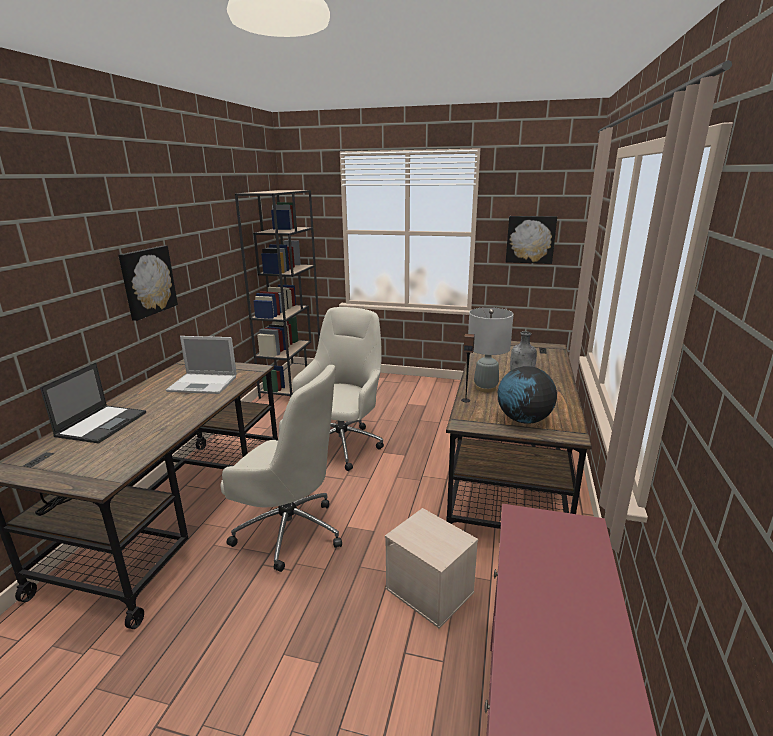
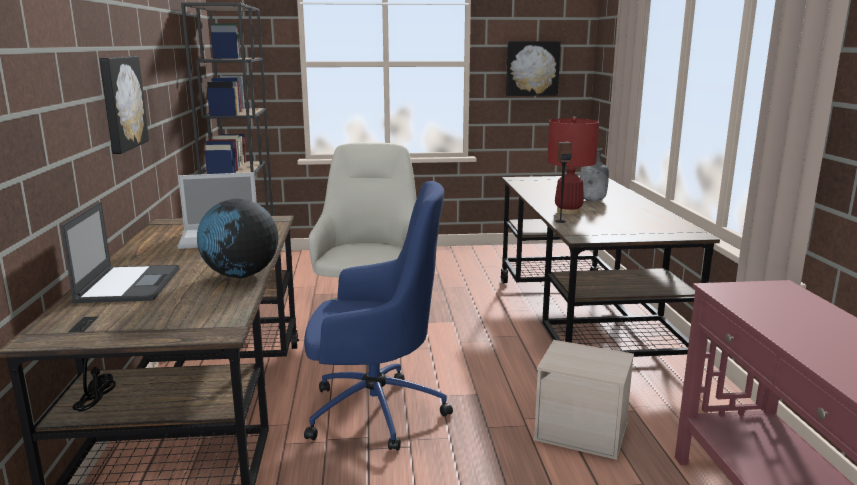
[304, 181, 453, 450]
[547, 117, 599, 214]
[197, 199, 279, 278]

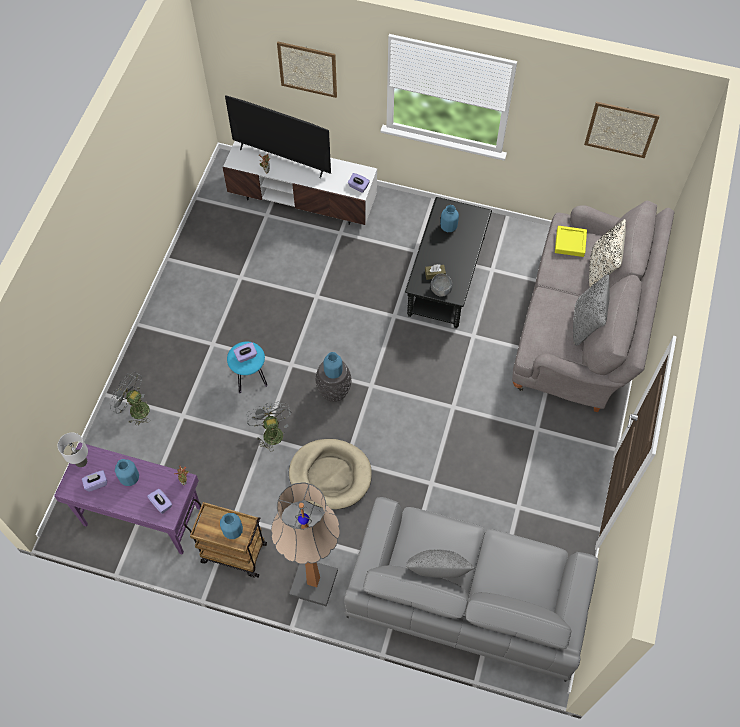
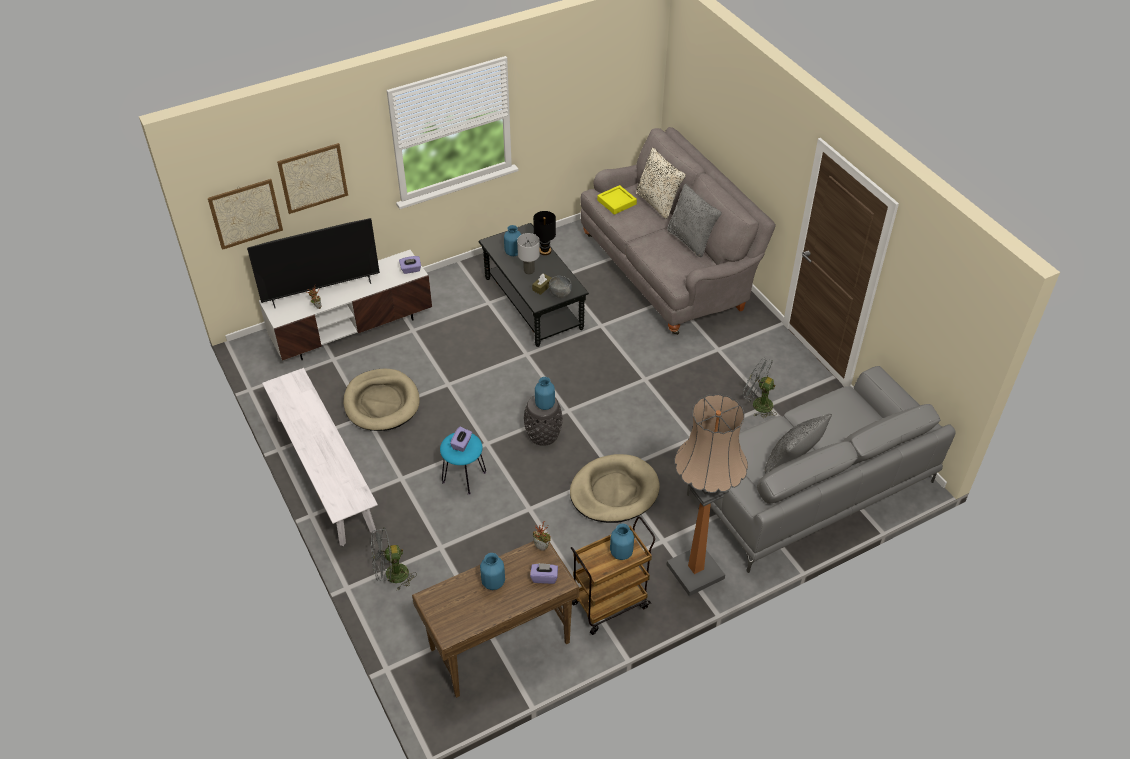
[412, 541, 579, 698]
[517, 233, 540, 274]
[82, 470, 107, 492] (first image)
[743, 358, 777, 418]
[208, 179, 283, 250]
[262, 368, 378, 546]
[343, 369, 420, 431]
[533, 211, 556, 255]

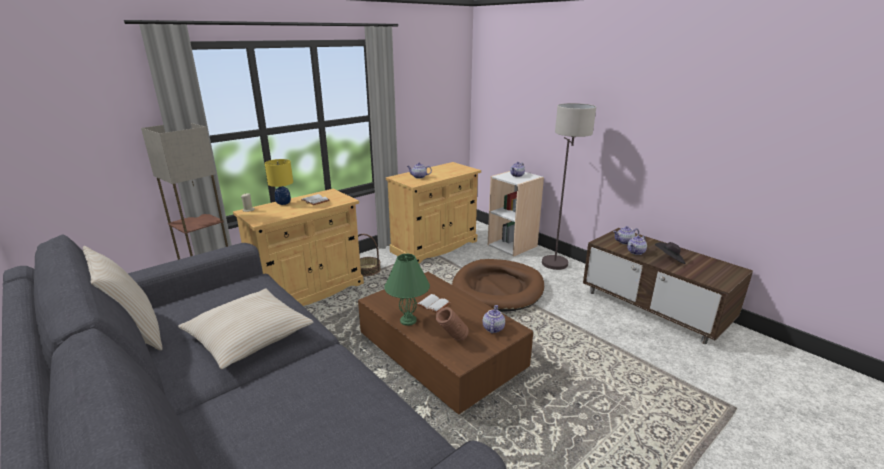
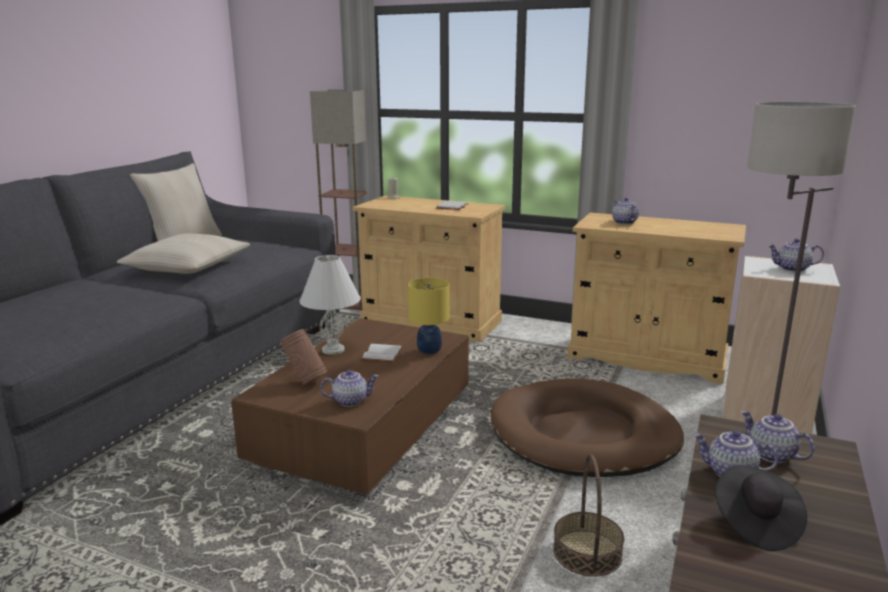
[408, 278, 449, 354]
[553, 454, 624, 577]
[299, 255, 361, 355]

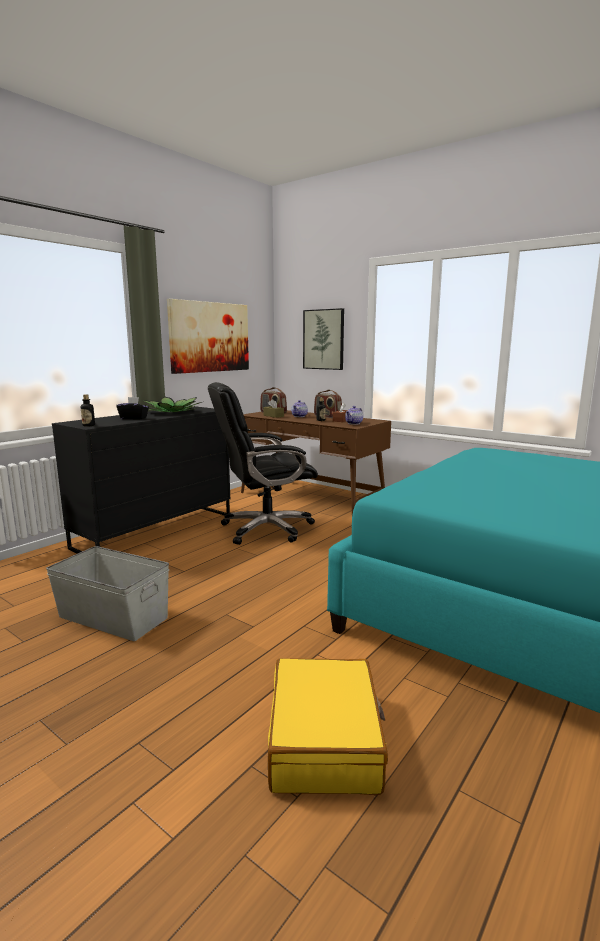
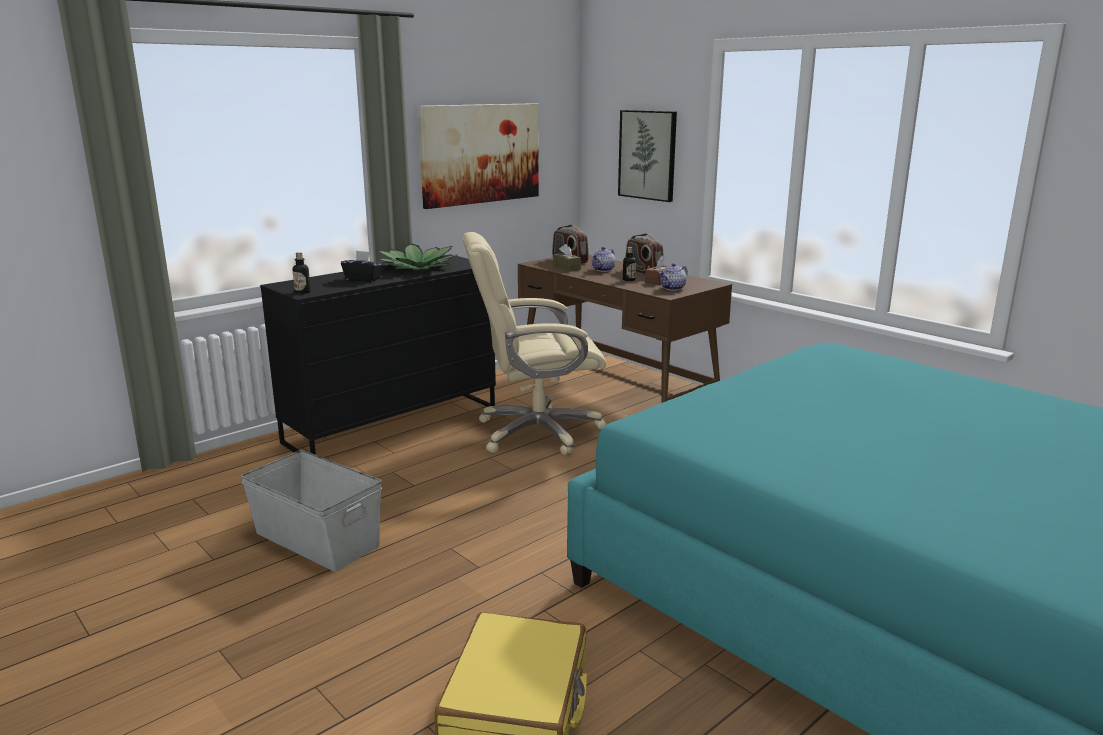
[462, 232, 606, 455]

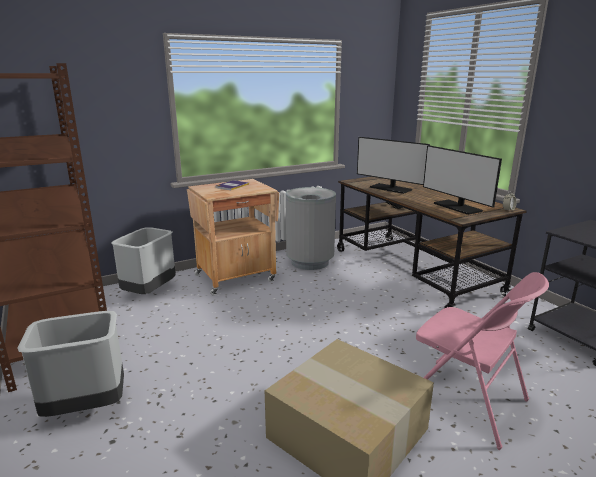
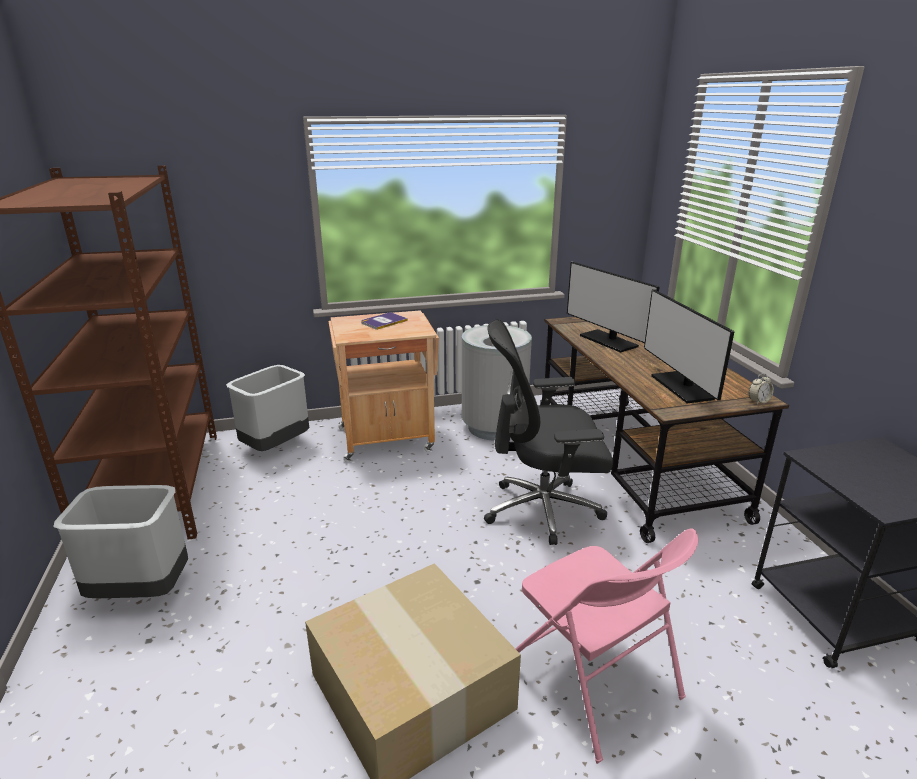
[484, 319, 613, 545]

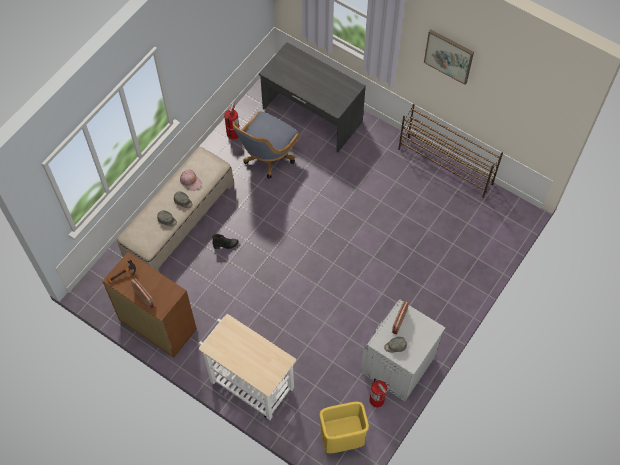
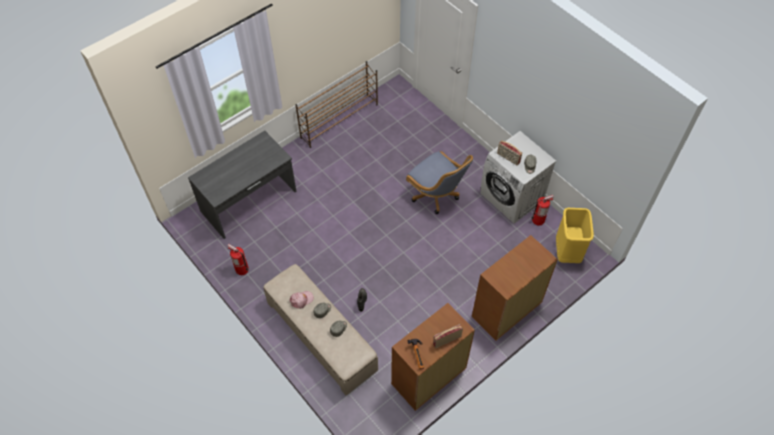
[472, 235, 558, 341]
[406, 151, 473, 214]
[424, 30, 474, 85] (first image)

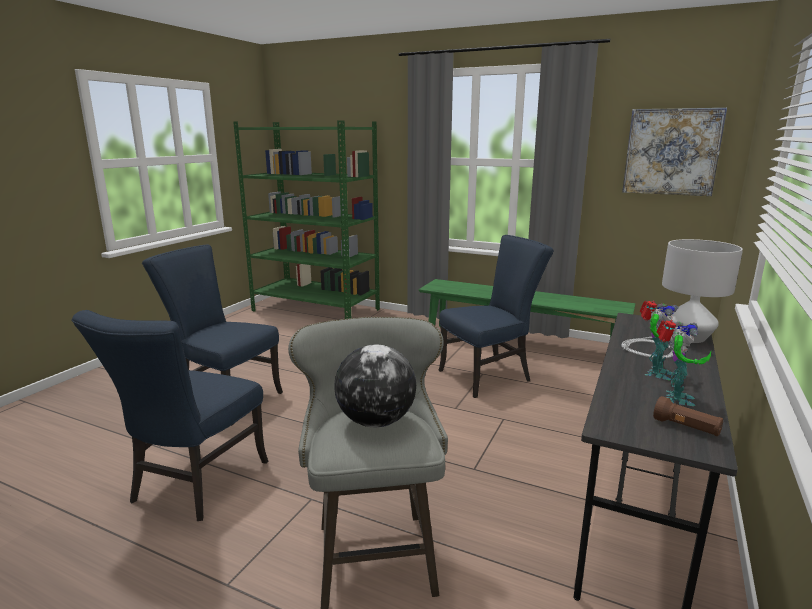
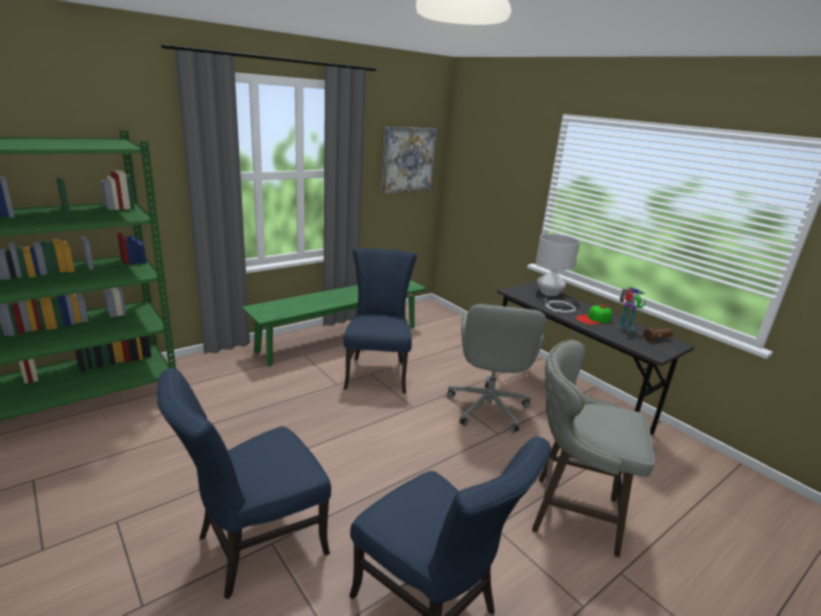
[334, 344, 416, 427] (first image)
[576, 305, 612, 325]
[447, 304, 546, 433]

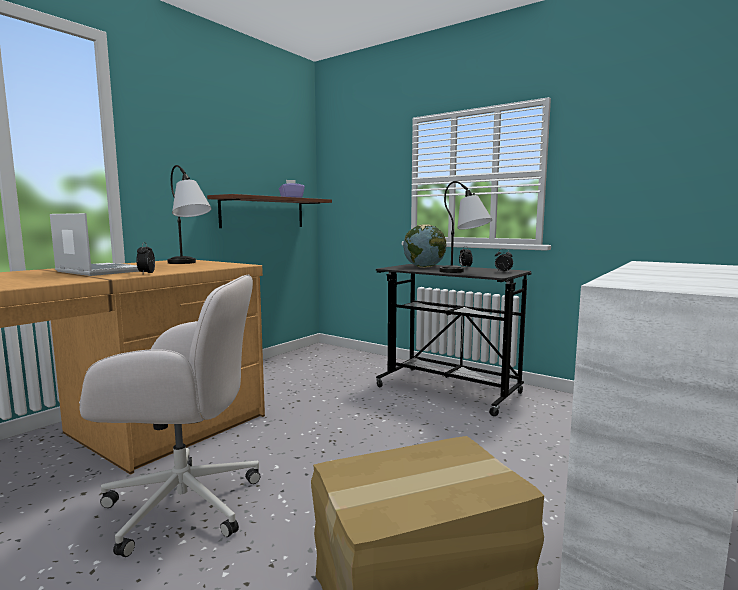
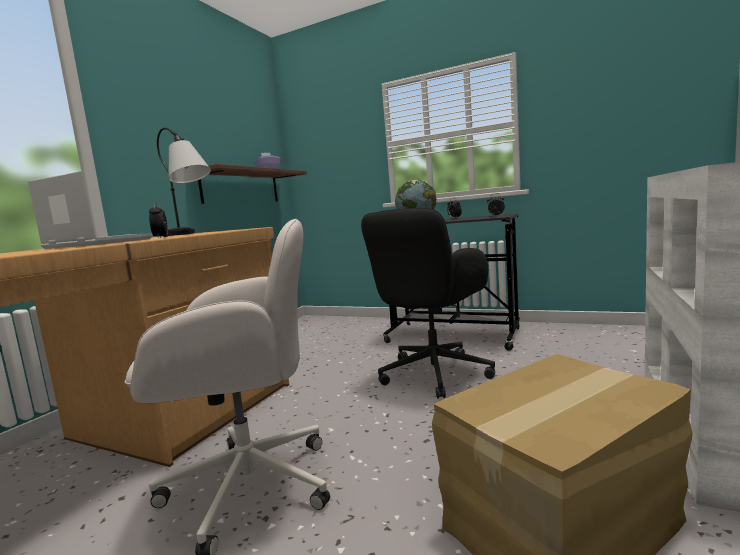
[439, 181, 493, 273] (first image)
[361, 208, 495, 399]

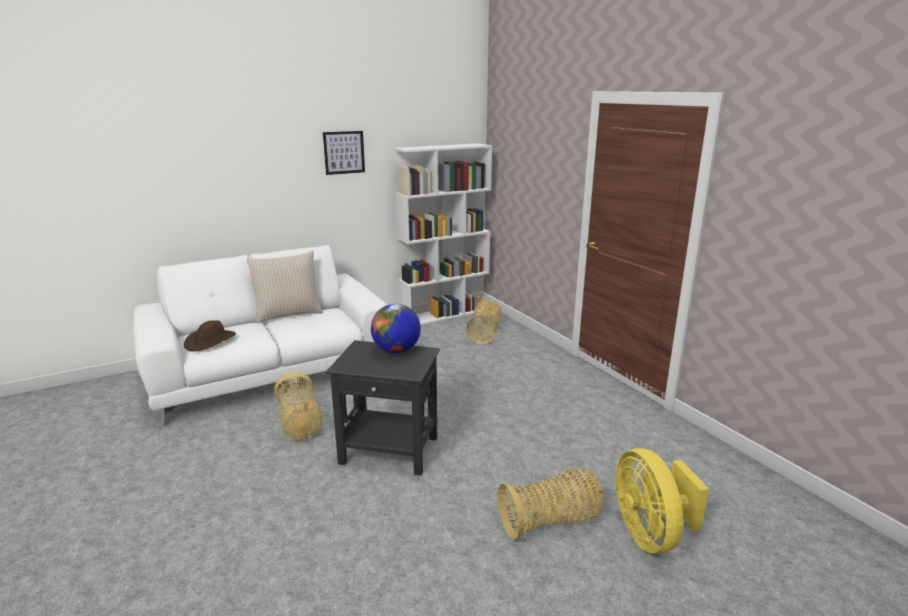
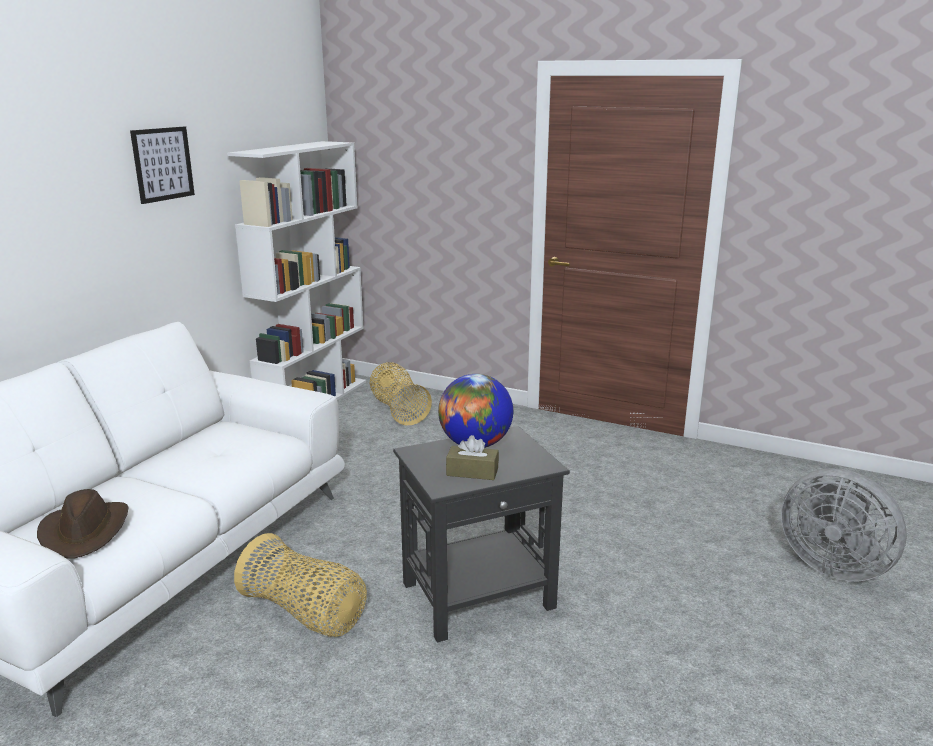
[247, 251, 323, 323] (first image)
[498, 469, 604, 540] (first image)
[781, 468, 907, 581]
[446, 435, 499, 480]

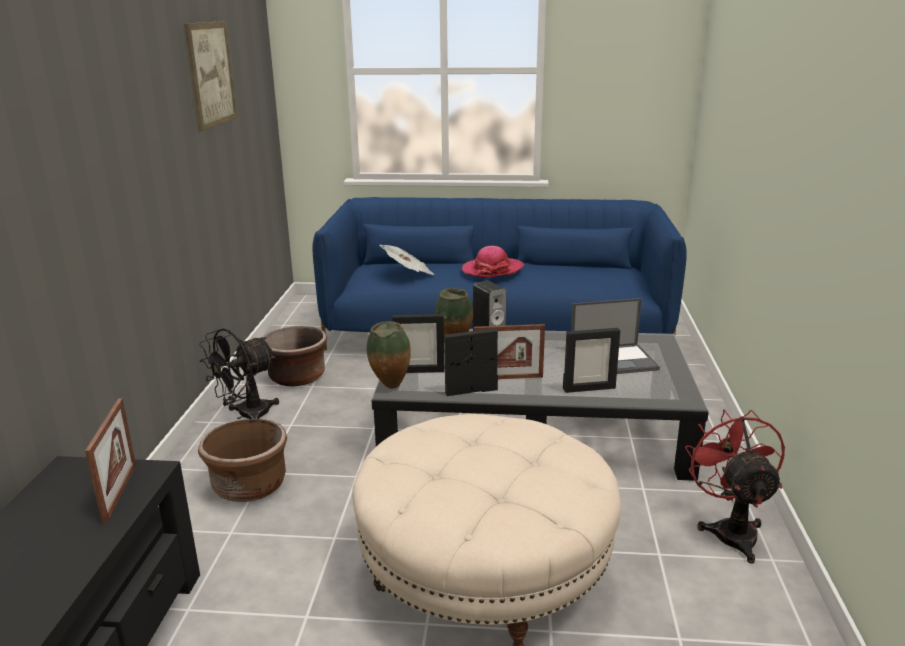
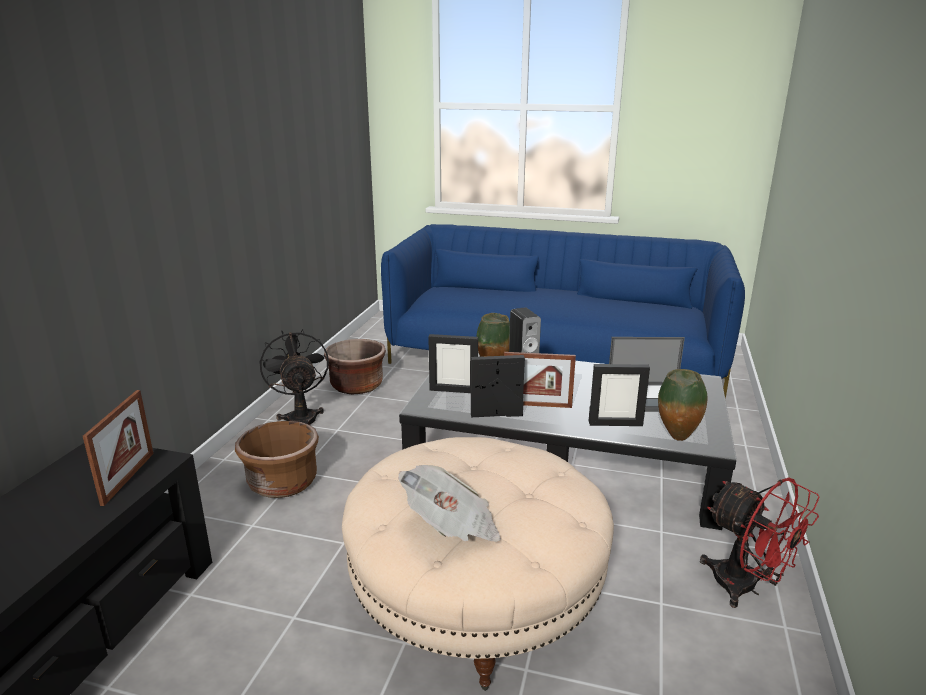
[184, 21, 238, 132] (first image)
[259, 329, 329, 425]
[658, 369, 707, 441]
[398, 465, 501, 542]
[462, 246, 524, 278] (first image)
[700, 478, 820, 608]

